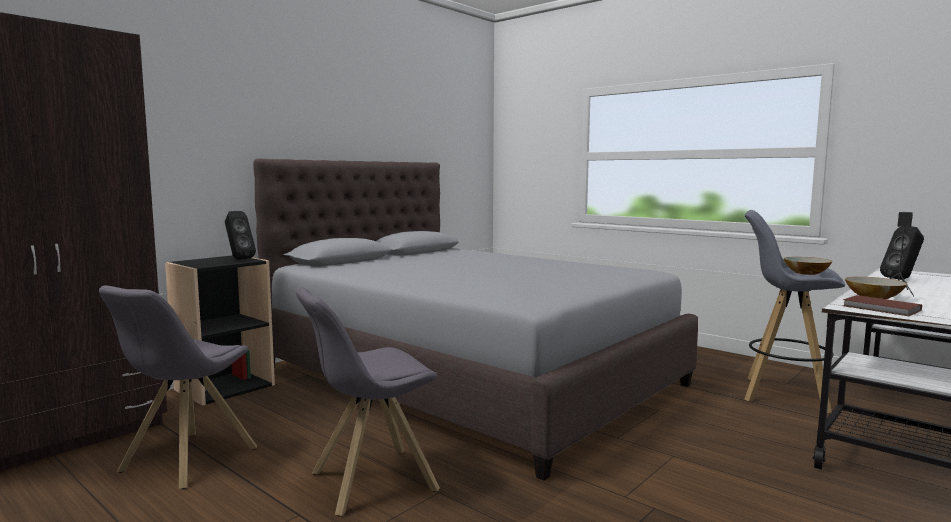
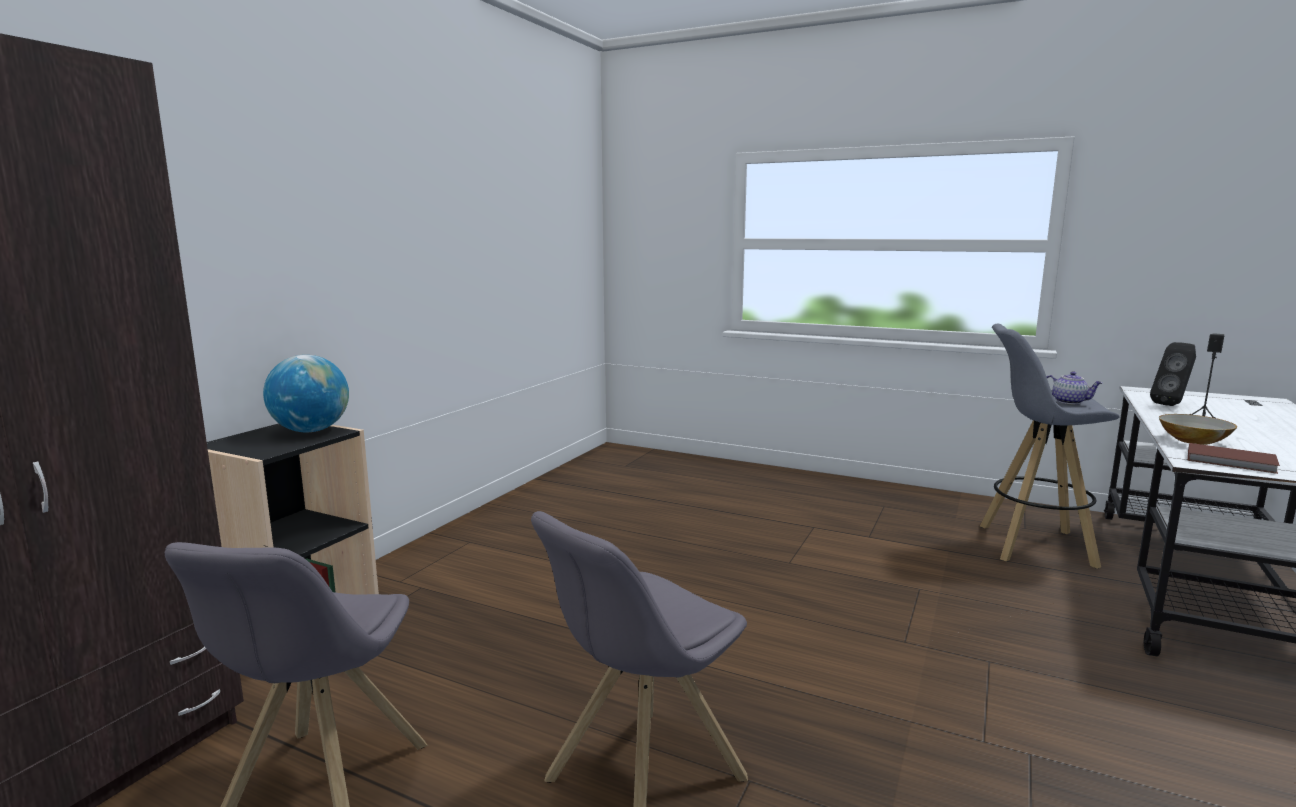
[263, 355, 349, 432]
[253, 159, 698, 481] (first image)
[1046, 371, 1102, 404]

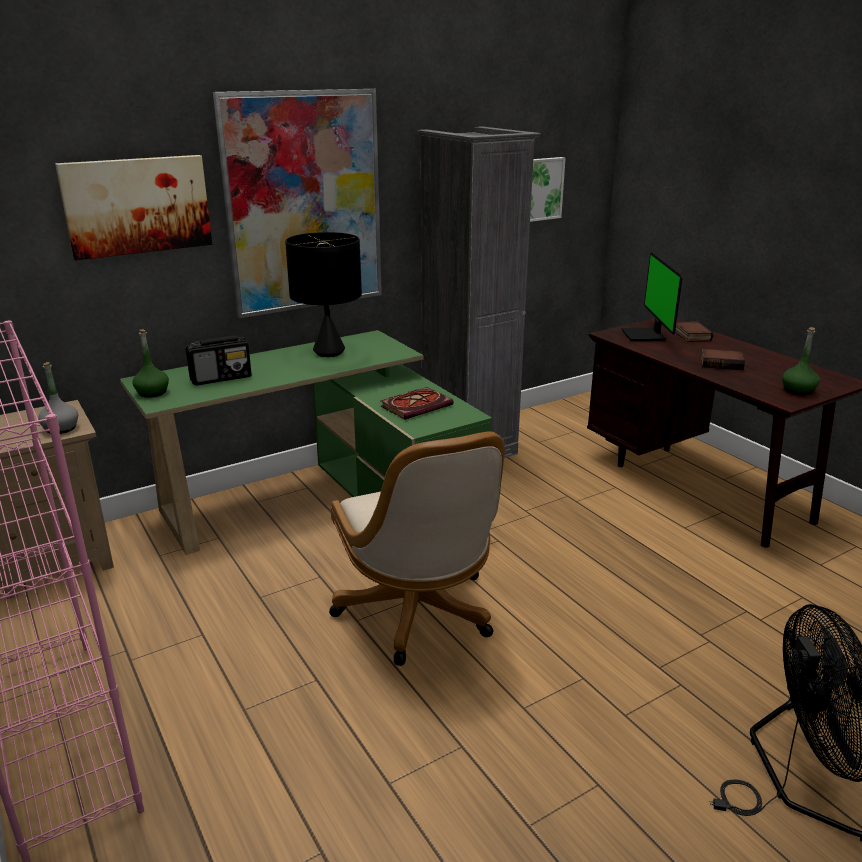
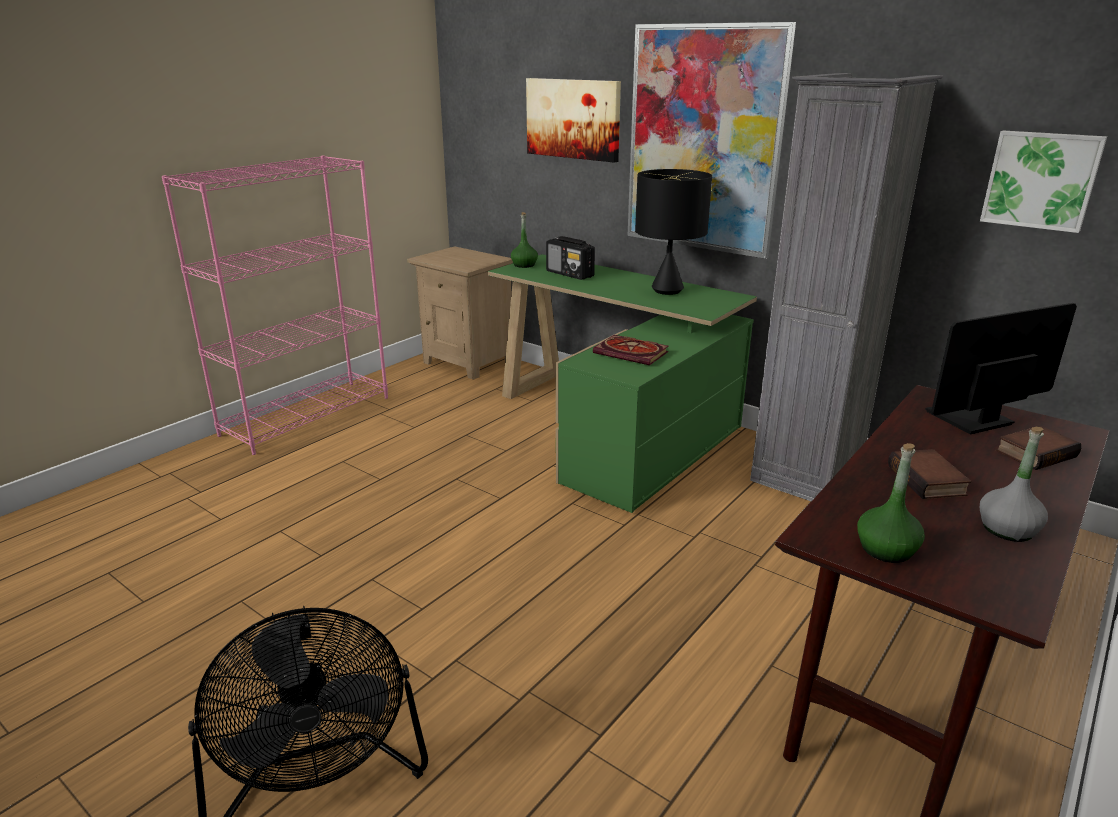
[980, 427, 1048, 542]
[329, 431, 505, 666] (first image)

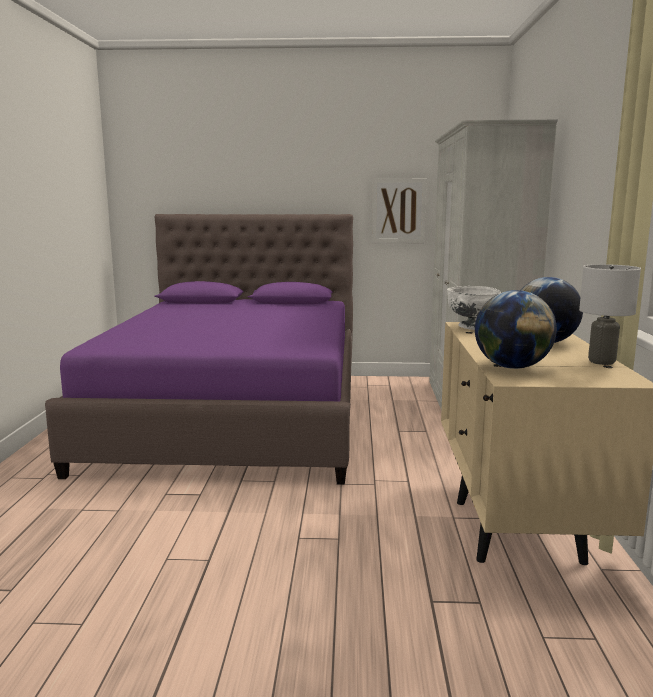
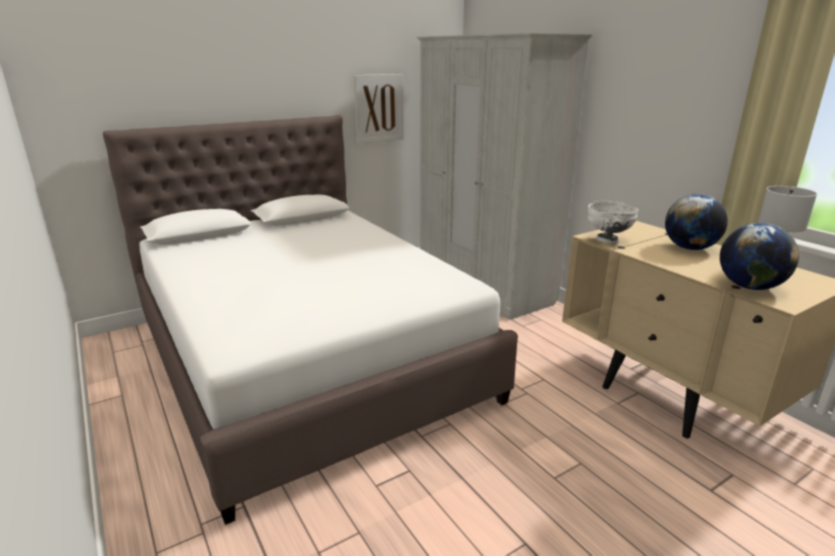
[103, 115, 518, 525]

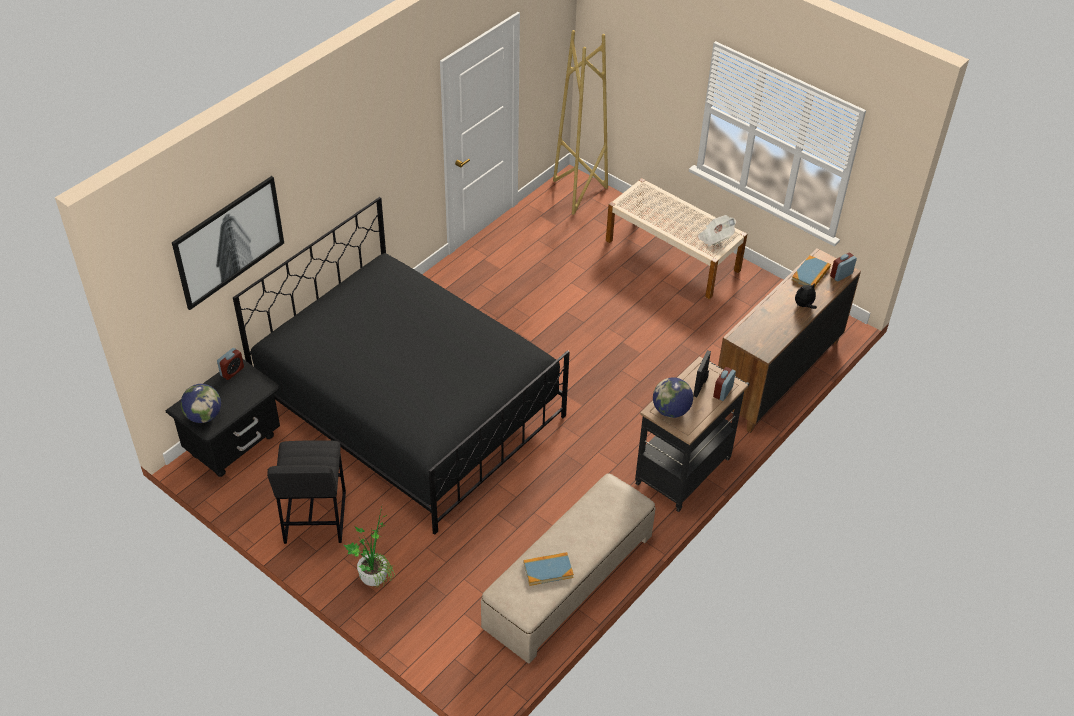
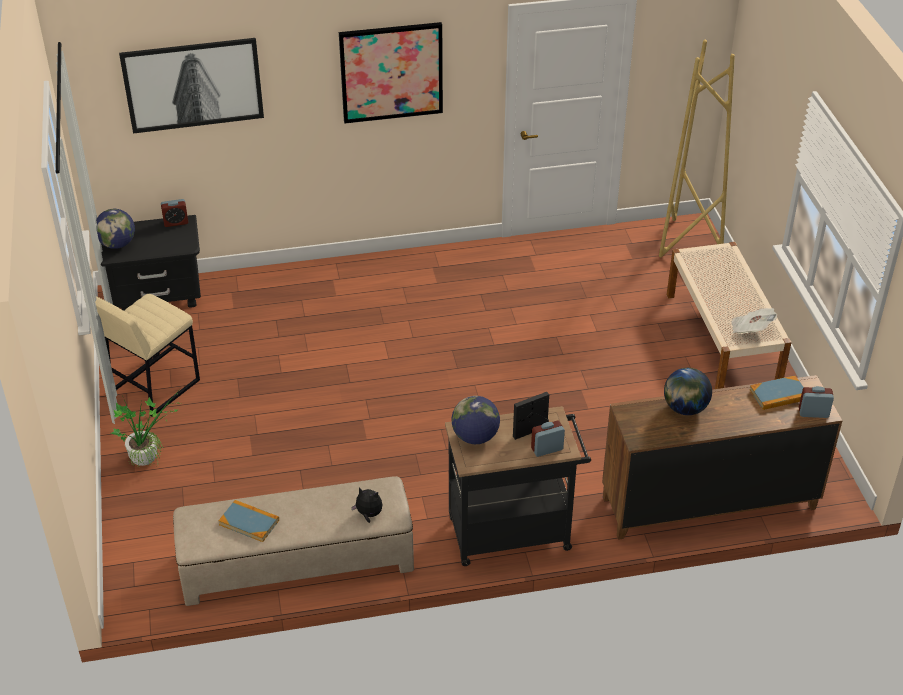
[233, 197, 570, 535] (first image)
[84, 294, 200, 417]
[351, 488, 383, 523]
[339, 22, 443, 124]
[664, 368, 712, 415]

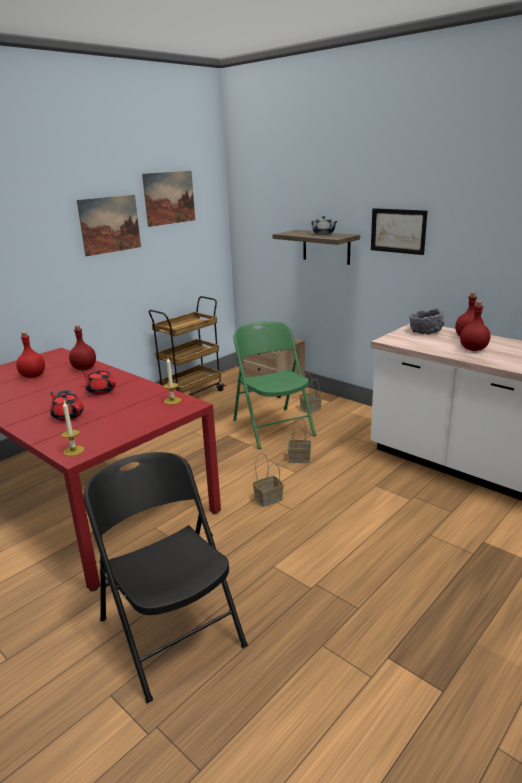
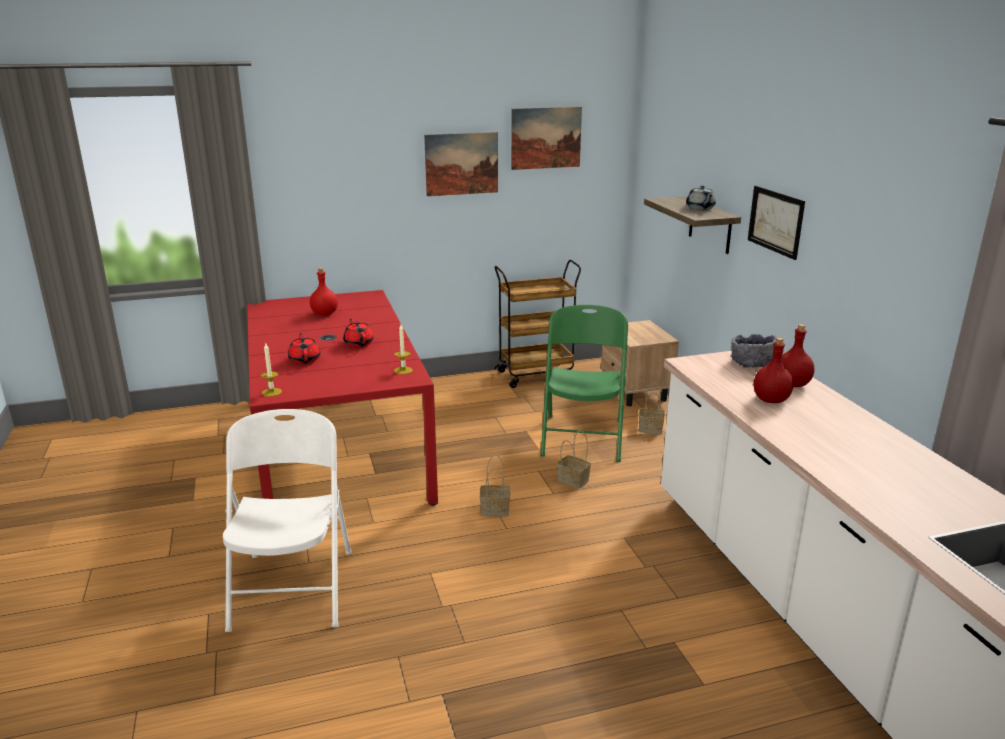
[69, 325, 96, 370] (first image)
[223, 409, 352, 632]

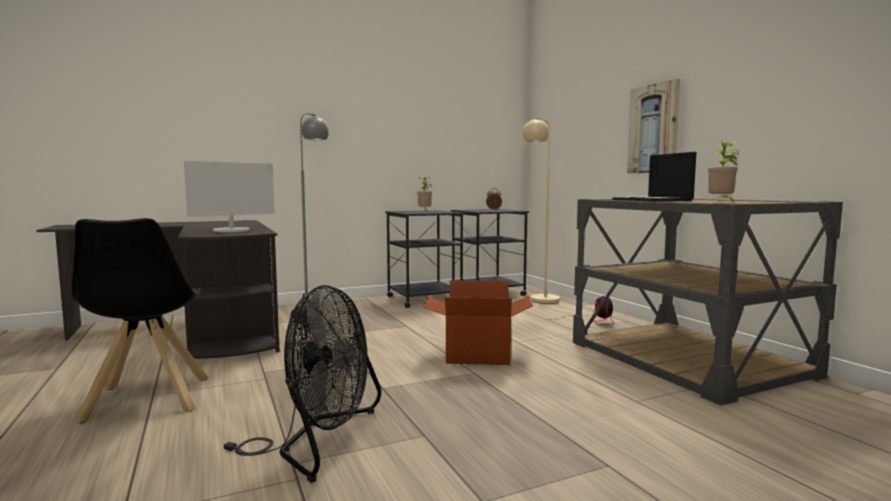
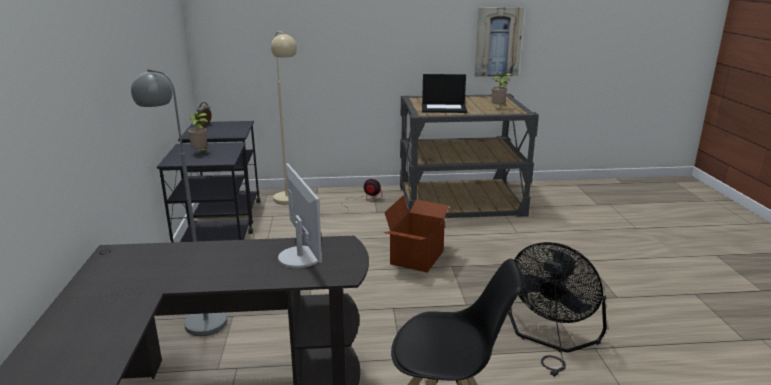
[474, 7, 524, 77]

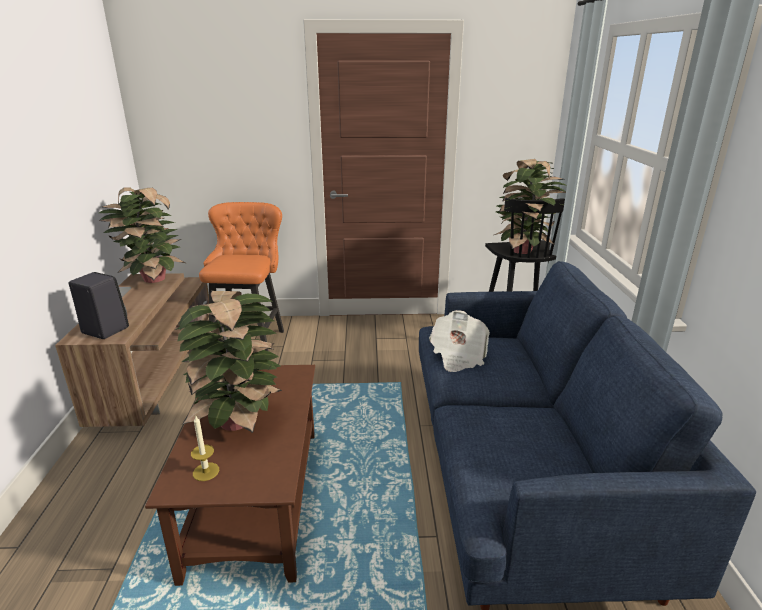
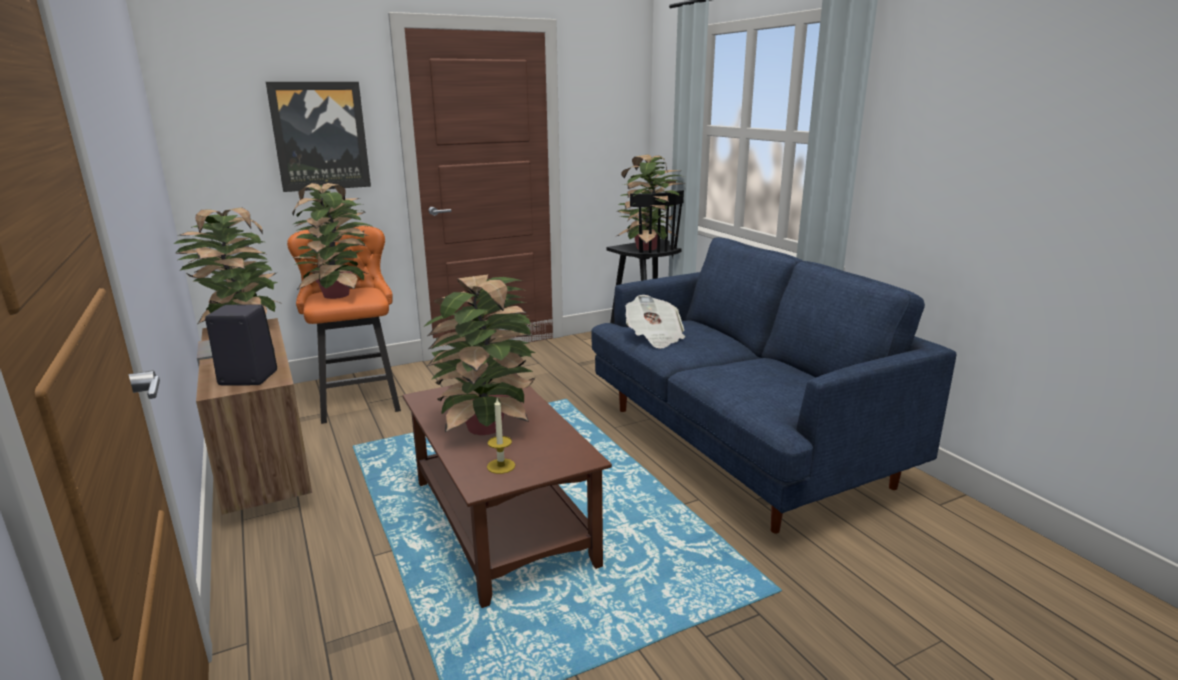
[266, 82, 371, 192]
[293, 183, 373, 299]

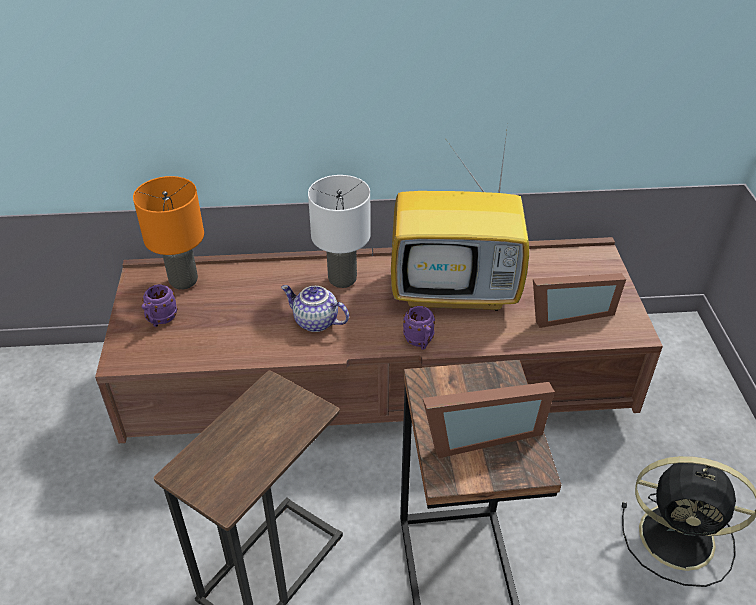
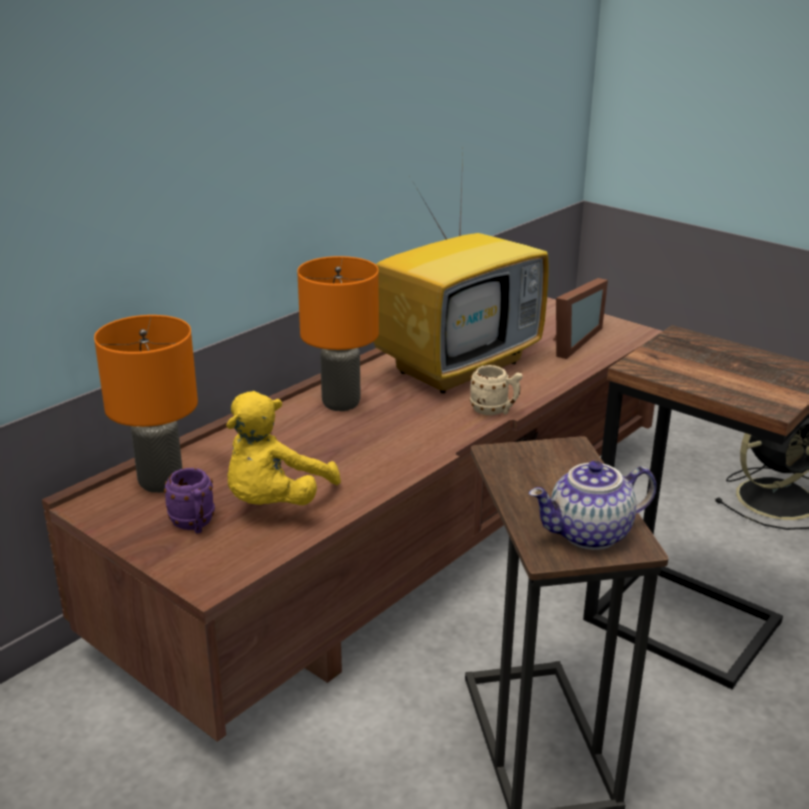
[529, 461, 657, 550]
[297, 256, 379, 411]
[470, 365, 523, 415]
[423, 382, 555, 458] (first image)
[226, 391, 341, 505]

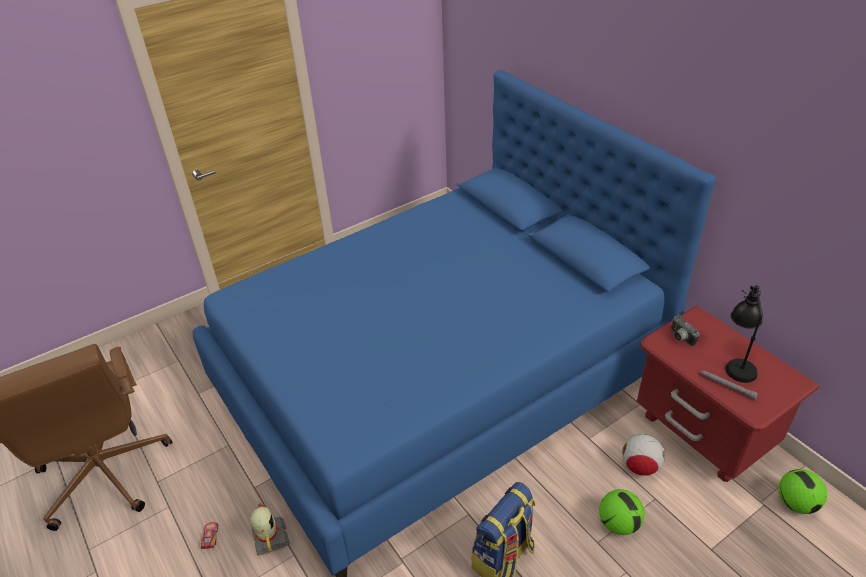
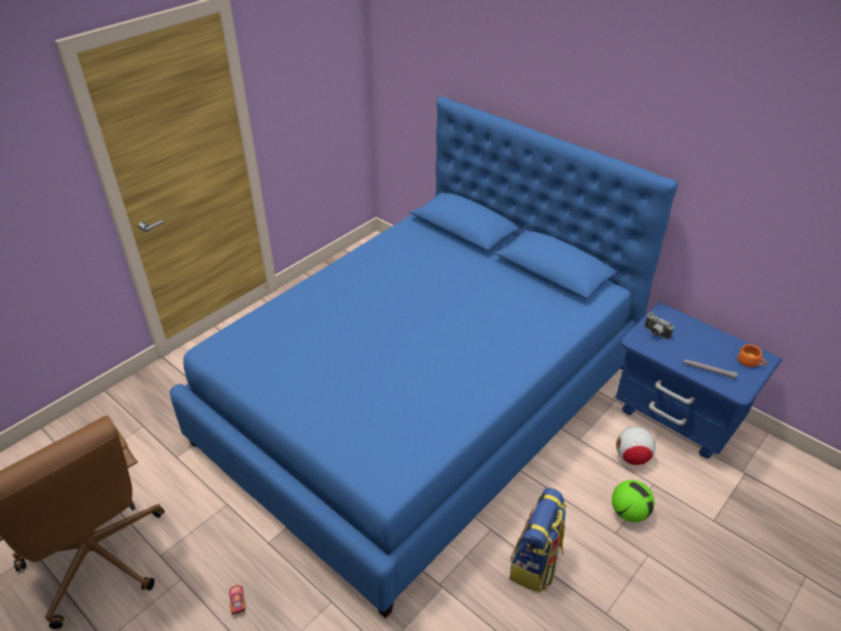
[250, 501, 290, 556] (first image)
[616, 302, 782, 459]
[725, 285, 763, 383] (first image)
[778, 469, 827, 514] (first image)
[737, 344, 766, 367]

